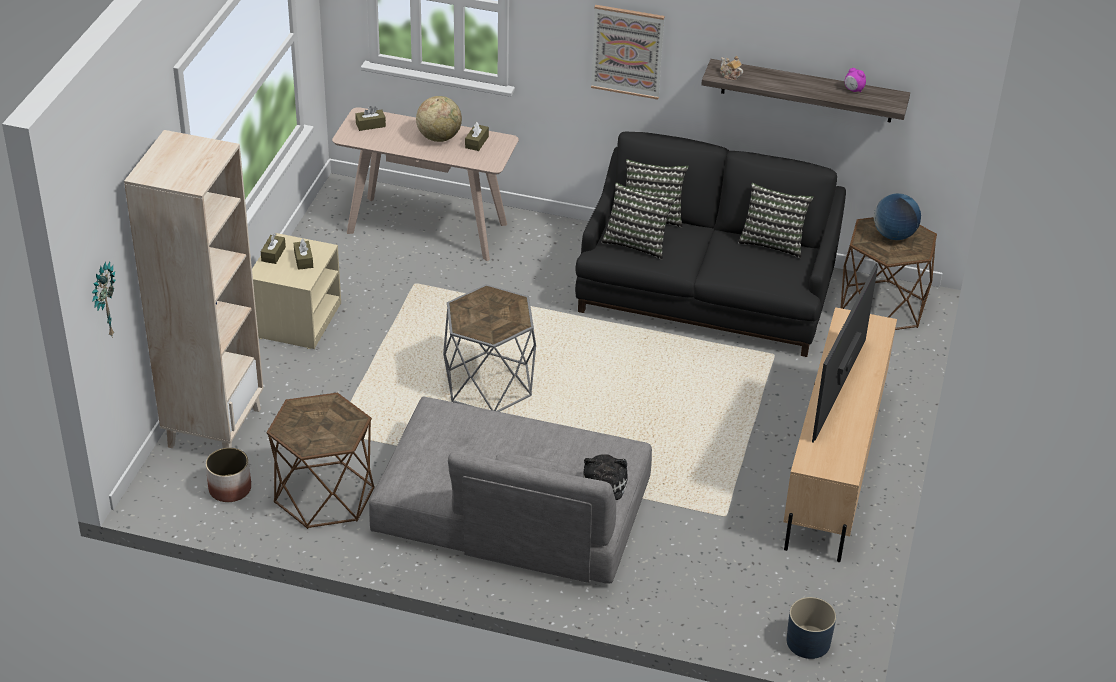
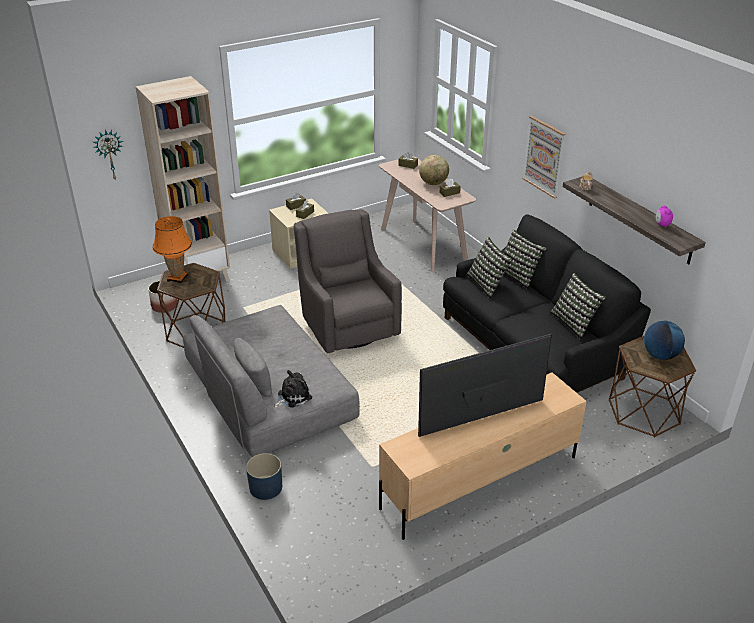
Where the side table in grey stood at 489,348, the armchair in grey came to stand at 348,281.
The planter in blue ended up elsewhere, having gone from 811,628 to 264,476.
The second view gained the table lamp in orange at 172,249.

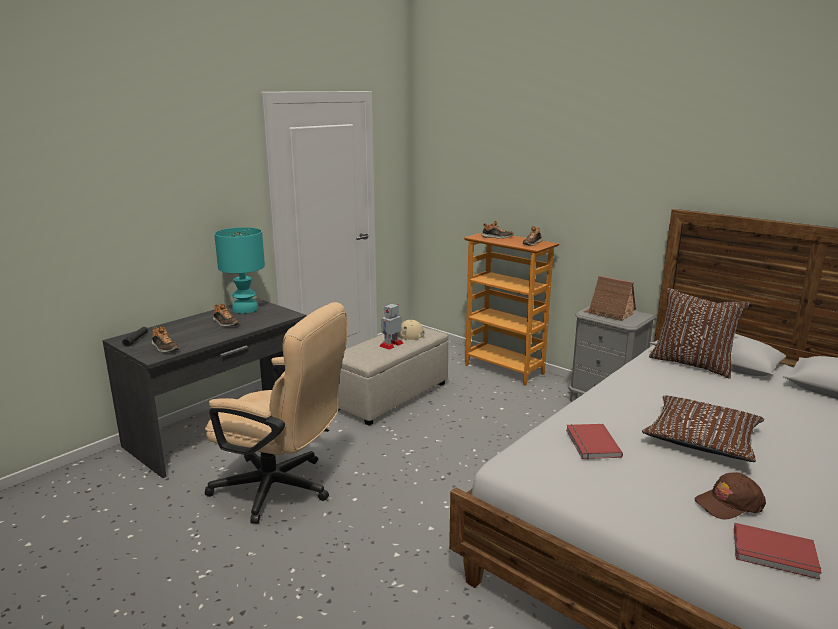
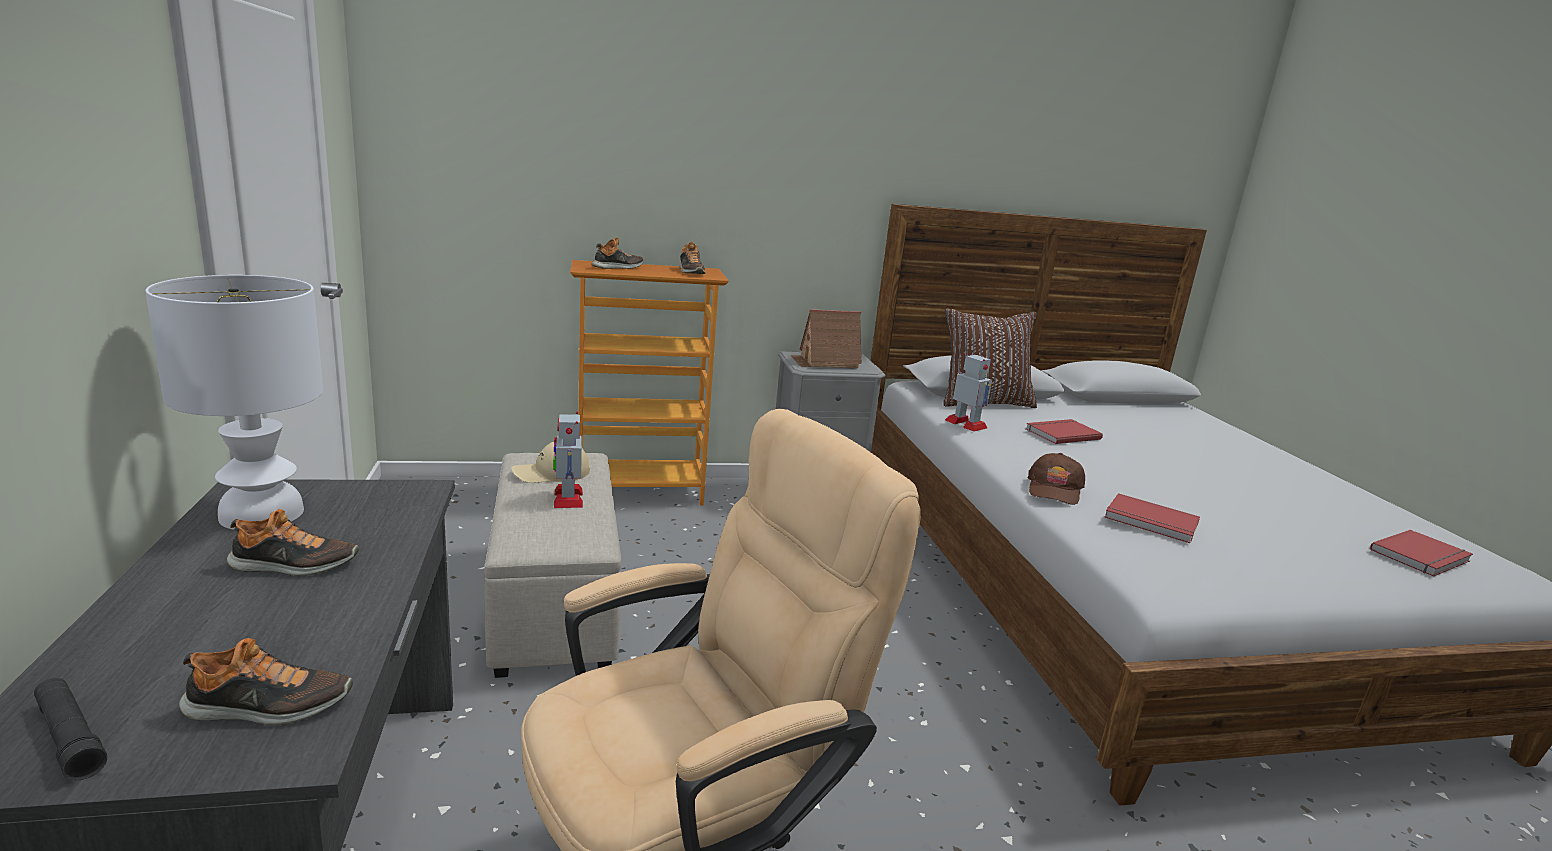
What was the table lamp in turquoise at 239,270 turned into the table lamp in white at 234,402.
The second view lost the pillow in brown at 703,428.
The cap in brown ended up elsewhere, having gone from 730,496 to 1056,479.
The second view gained the toy robot at 968,392.
The second view gained the book in red at 1064,431.

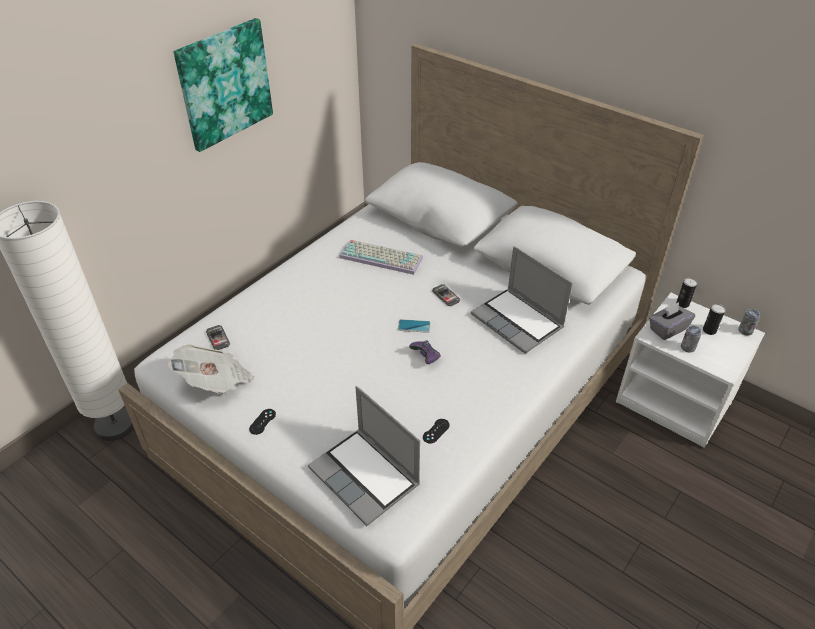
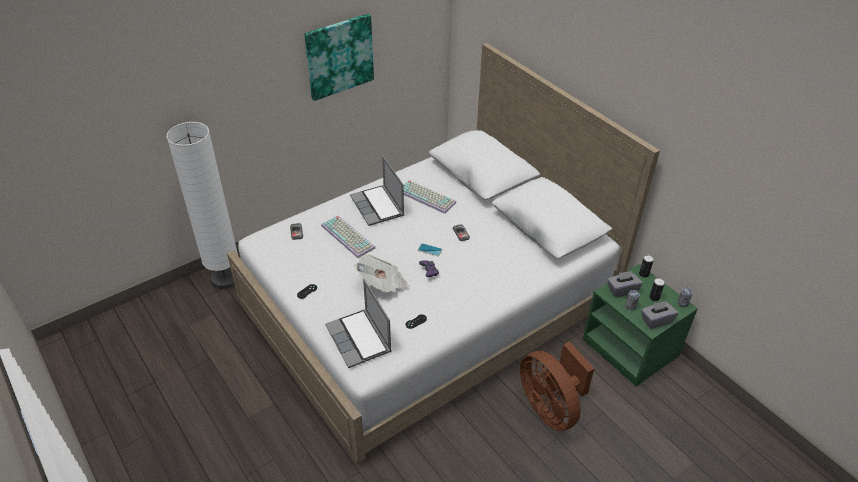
The laptop ended up elsewhere, having gone from 521,300 to 377,191.
What was the nightstand in white at 690,370 turned into the nightstand in green at 640,325.
The newspaper ended up elsewhere, having gone from 211,369 to 382,274.
The second view gained the keyboard at 348,236.
The second view gained the tissue box in grey at 659,315.
The second view gained the fan in brown at 557,386.

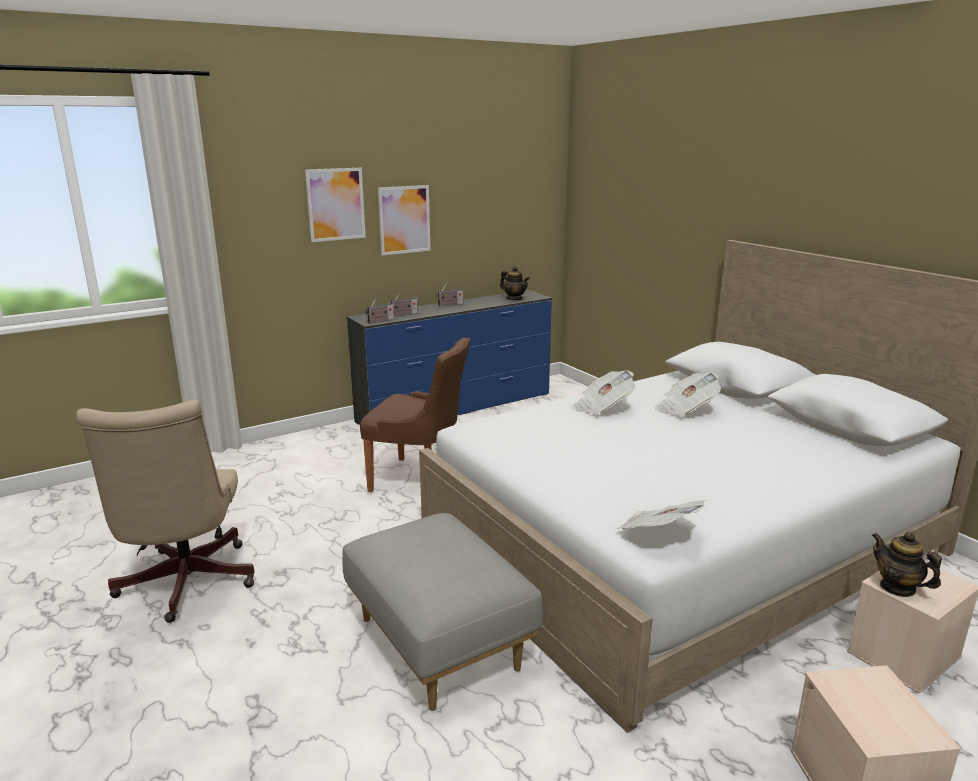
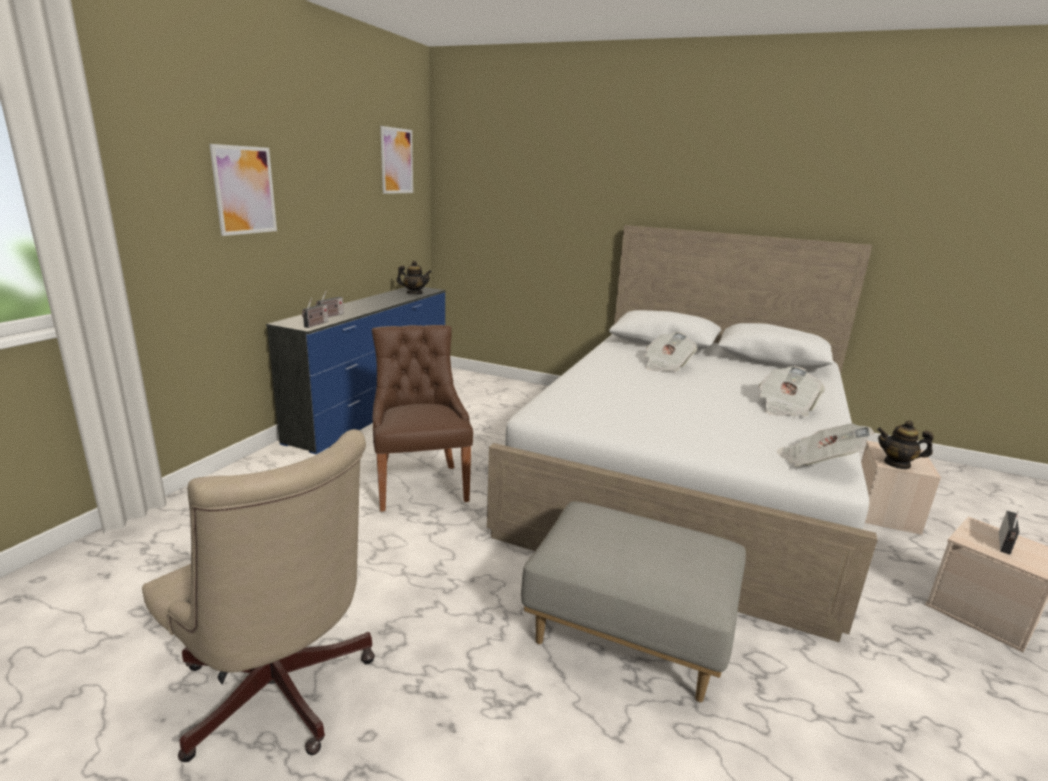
The picture ended up elsewhere, having gone from 404,220 to 396,160.
The radio ended up elsewhere, having gone from 449,294 to 1009,532.
The chair in brown at 415,415 ended up facing another way, 90 degrees counterclockwise from before.
The newspaper ended up elsewhere, having gone from 603,393 to 792,391.

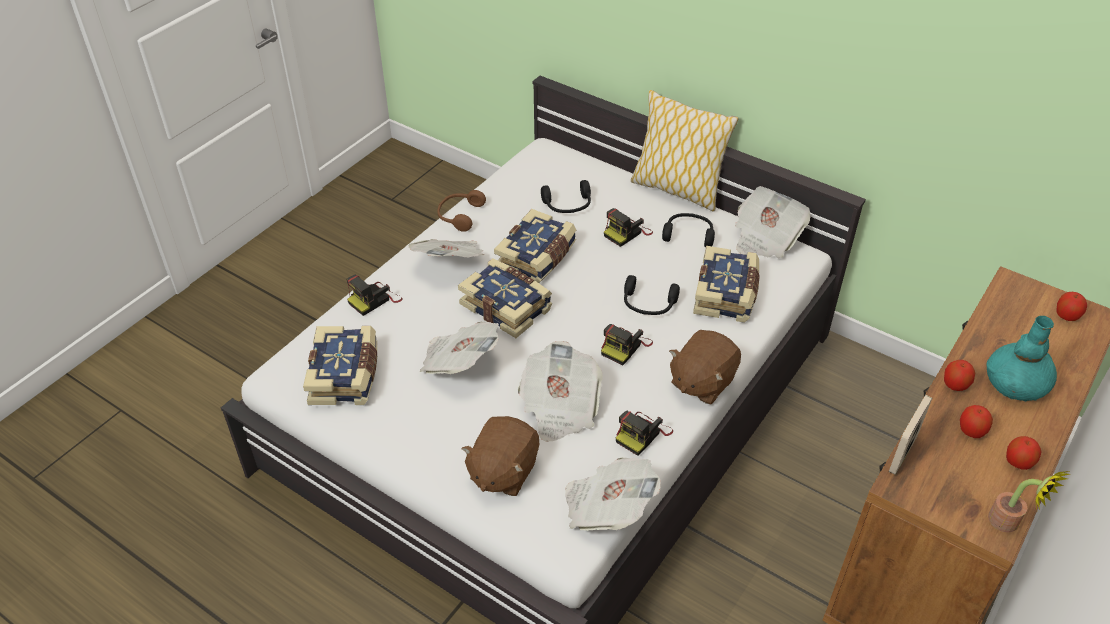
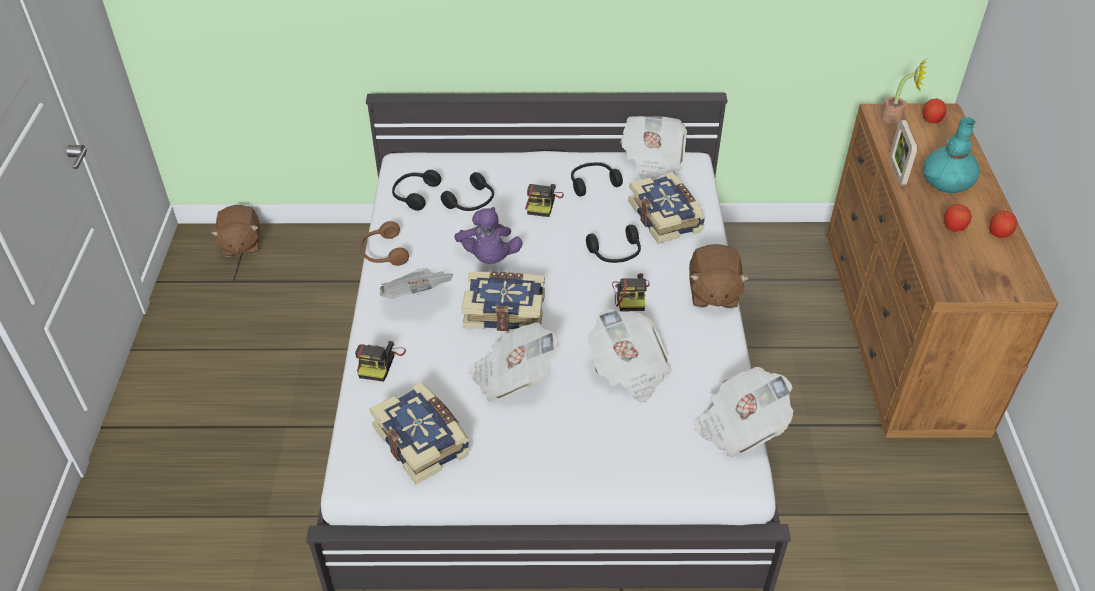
The second view lost the pillow at 684,151.
Where the book stood at 535,246, the plush toy in purple came to stand at 488,235.
The second view lost the apple at 959,375.
The picture frame ended up elsewhere, having gone from 910,435 to 903,153.
The second view lost the photo camera at 644,433.
The plush toy in brown ended up elsewhere, having gone from 500,456 to 235,231.
The potted plant ended up elsewhere, having gone from 1029,501 to 904,91.
The second view gained the headphones in black at 416,190.

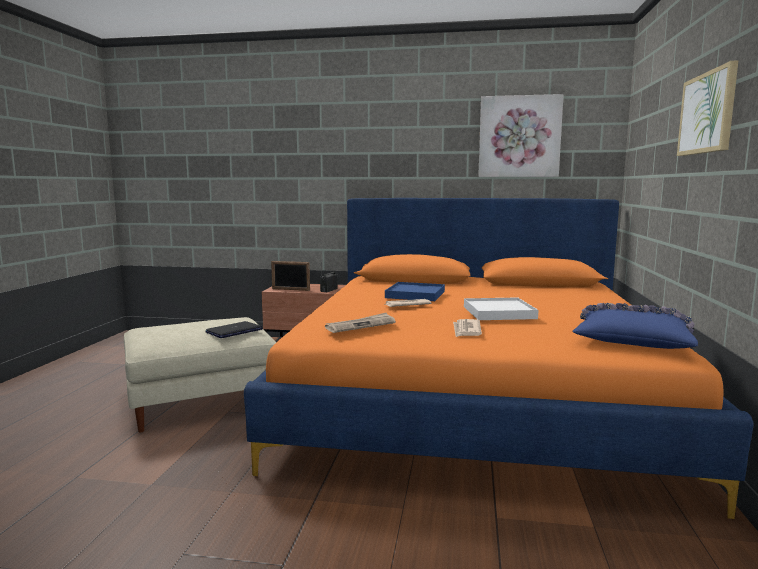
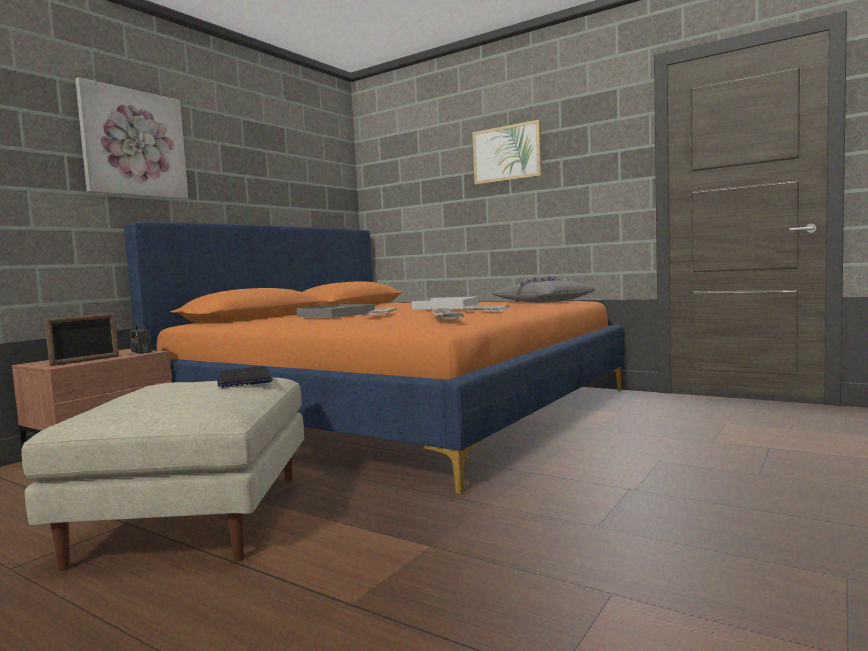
The picture ended up elsewhere, having gone from 521,135 to 131,138.
What was the tray in blue at 415,291 turned into the tray in grey at 336,311.
What was the pillow in blue at 635,326 turned into the pillow in grey at 543,289.

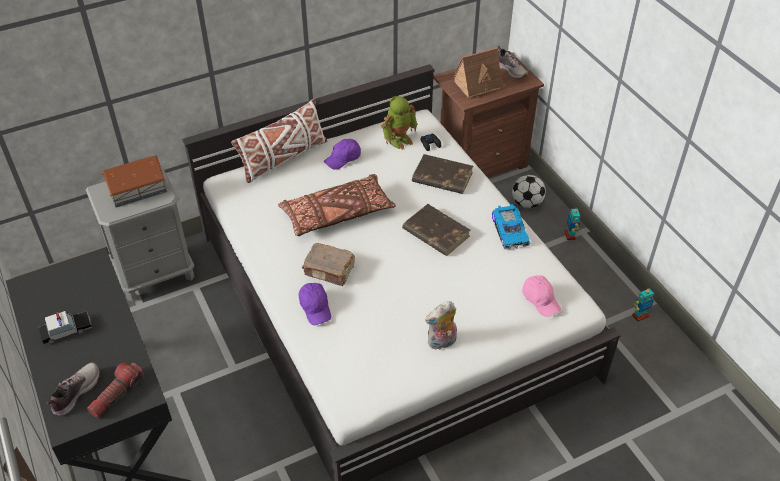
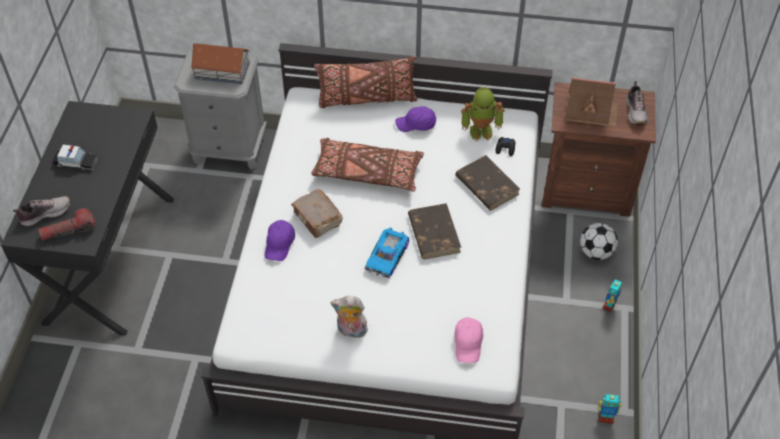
What was the pillow in white at 279,141 turned into the pillow in brown at 365,82.
The toy car ended up elsewhere, having gone from 511,226 to 387,253.

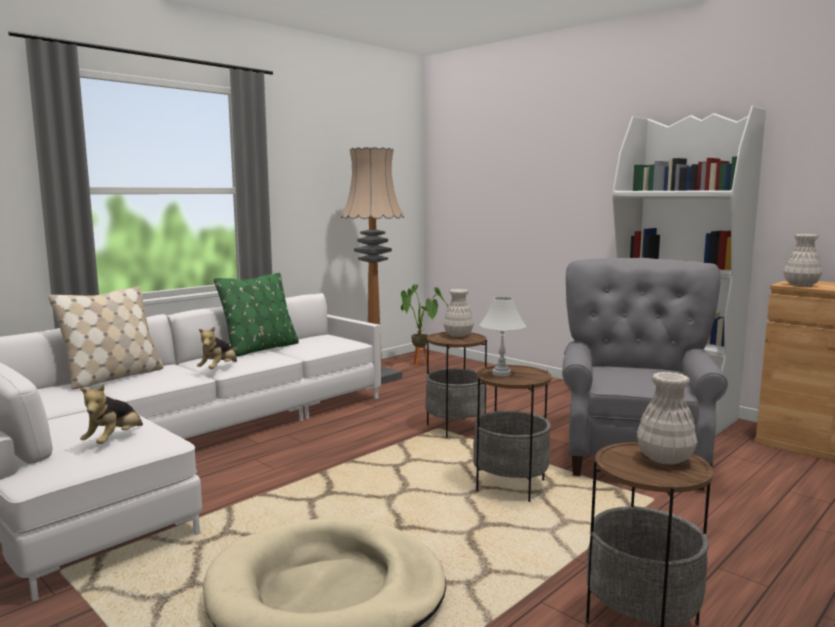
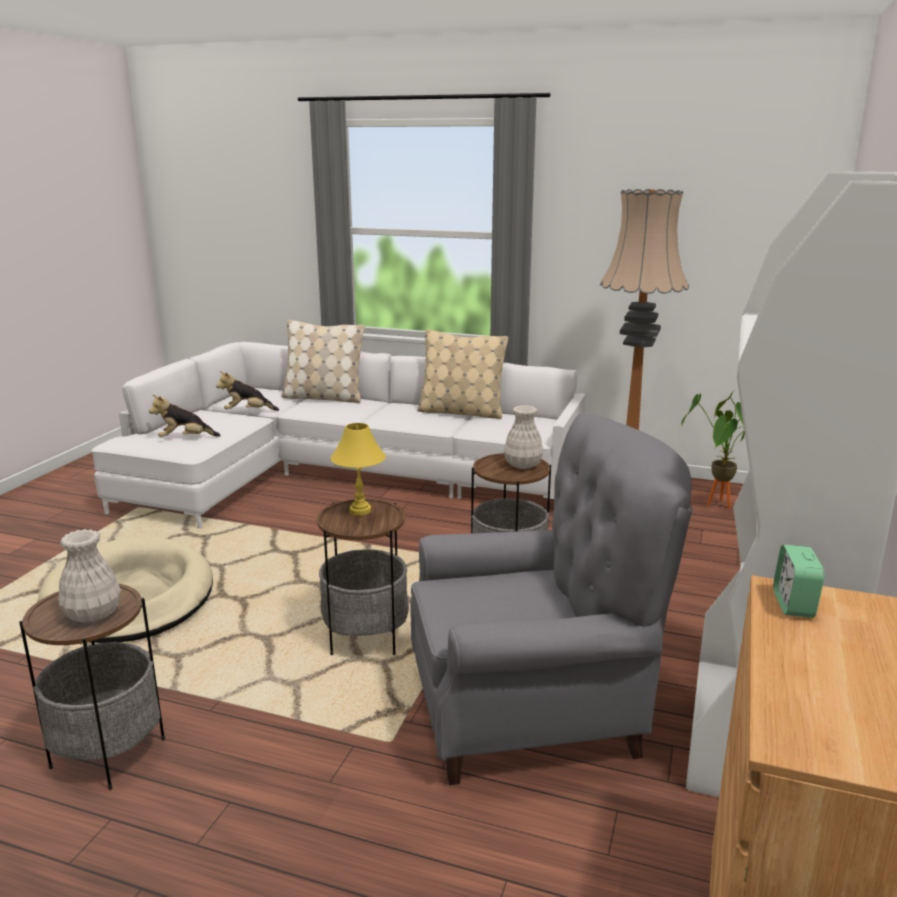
Where the vase in white stood at 802,260, the alarm clock came to stand at 799,581.
What was the pillow in green at 256,315 turned into the pillow in beige at 462,374.
What was the table lamp in white at 502,336 turned into the table lamp in yellow at 358,469.
The plush toy ended up elsewhere, having gone from 217,347 to 247,391.

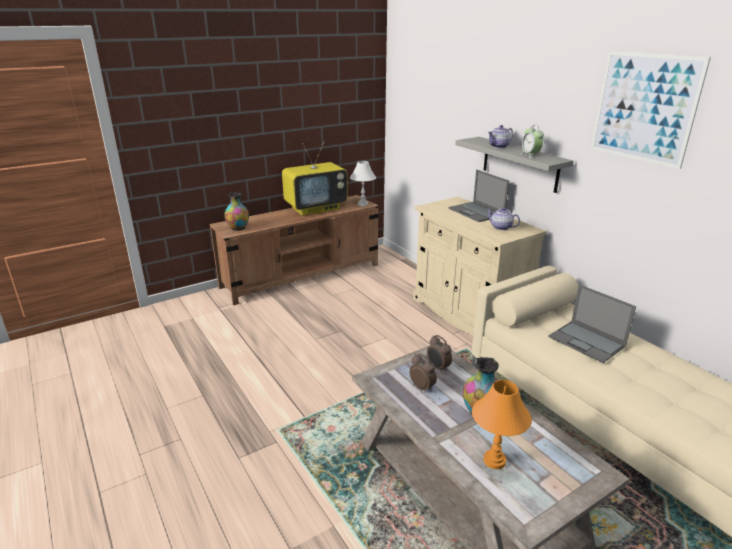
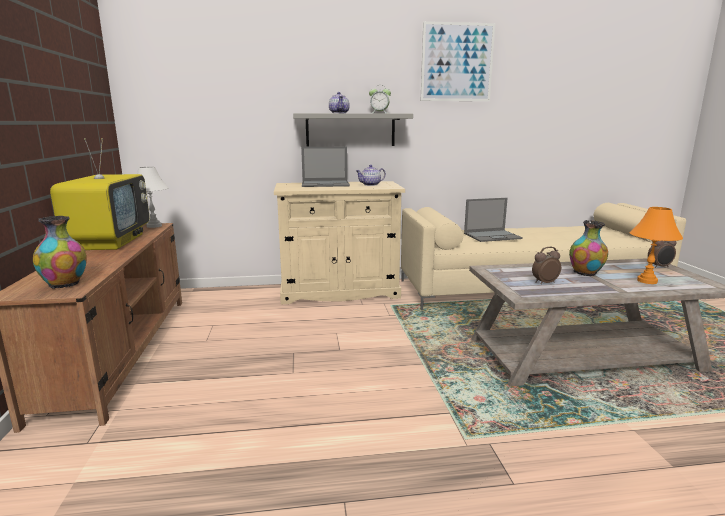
The alarm clock ended up elsewhere, having gone from 439,354 to 662,254.

